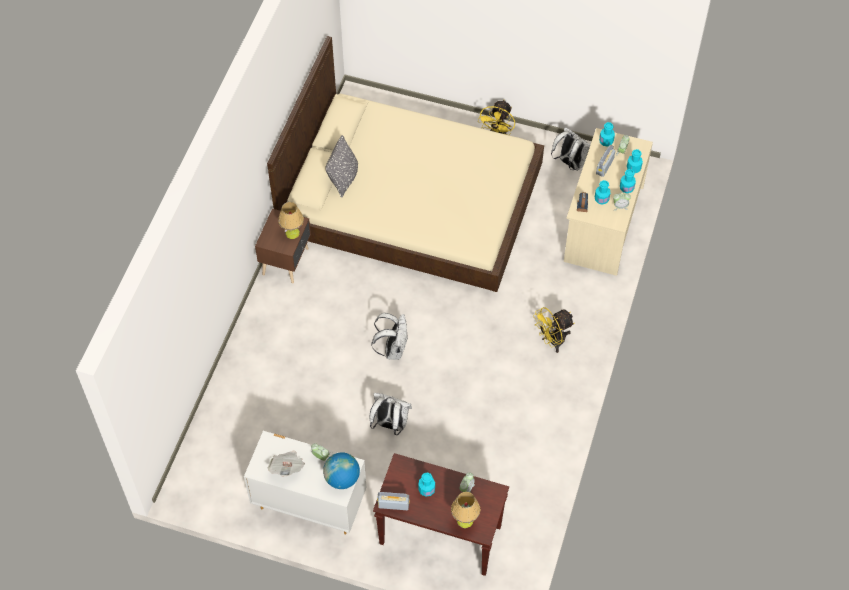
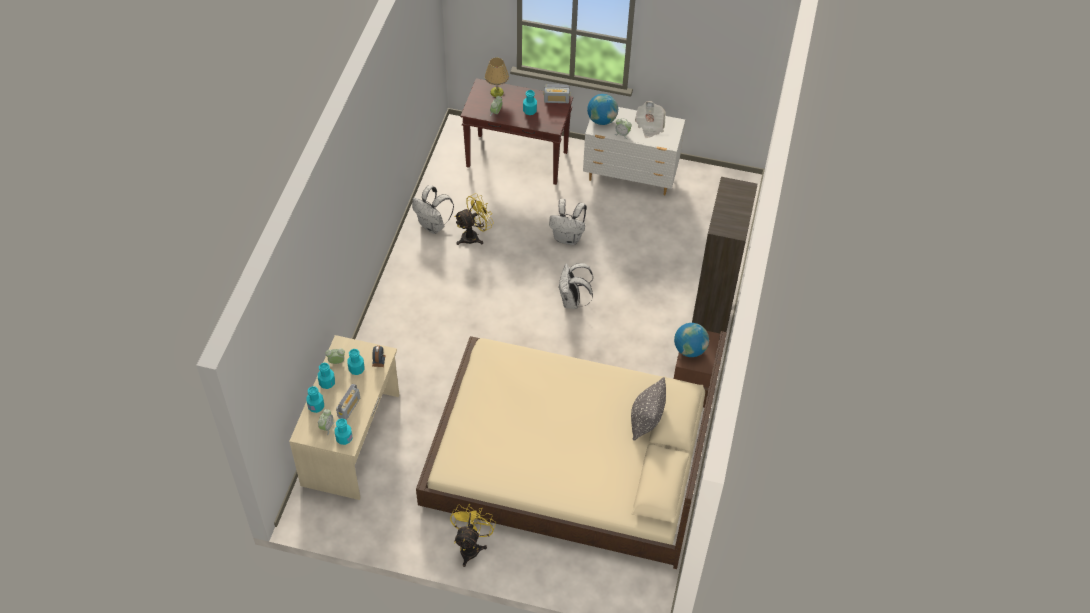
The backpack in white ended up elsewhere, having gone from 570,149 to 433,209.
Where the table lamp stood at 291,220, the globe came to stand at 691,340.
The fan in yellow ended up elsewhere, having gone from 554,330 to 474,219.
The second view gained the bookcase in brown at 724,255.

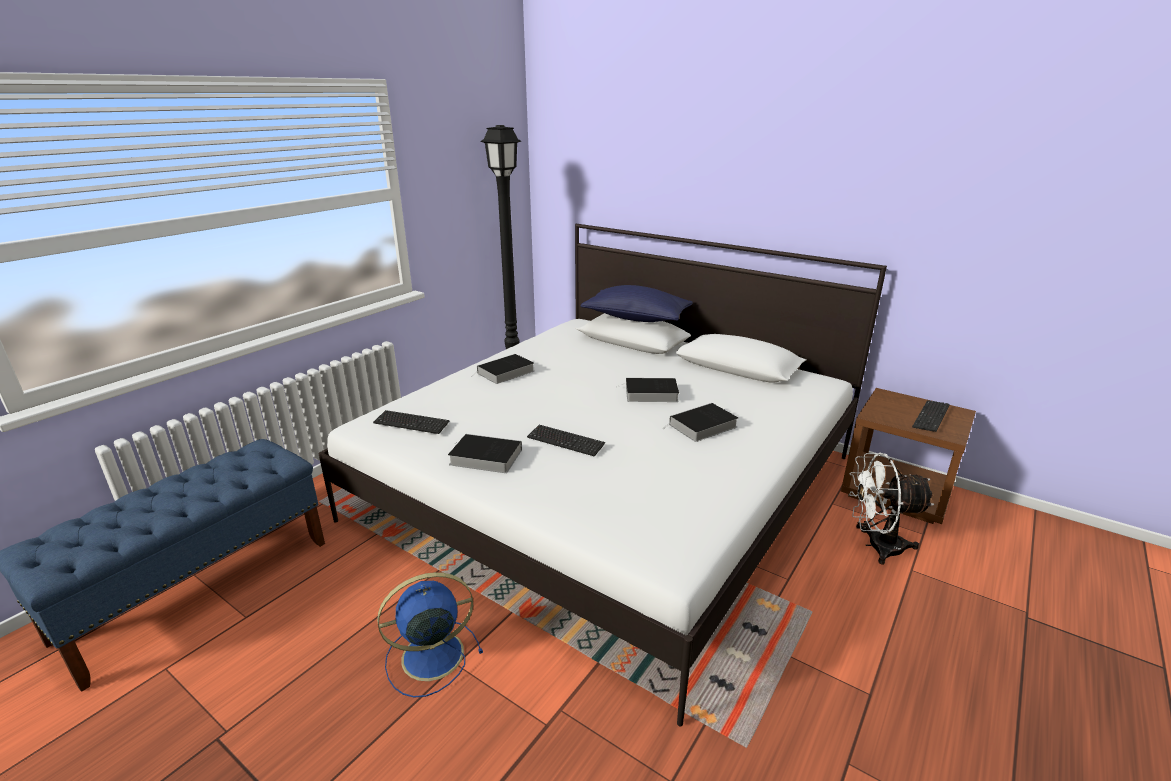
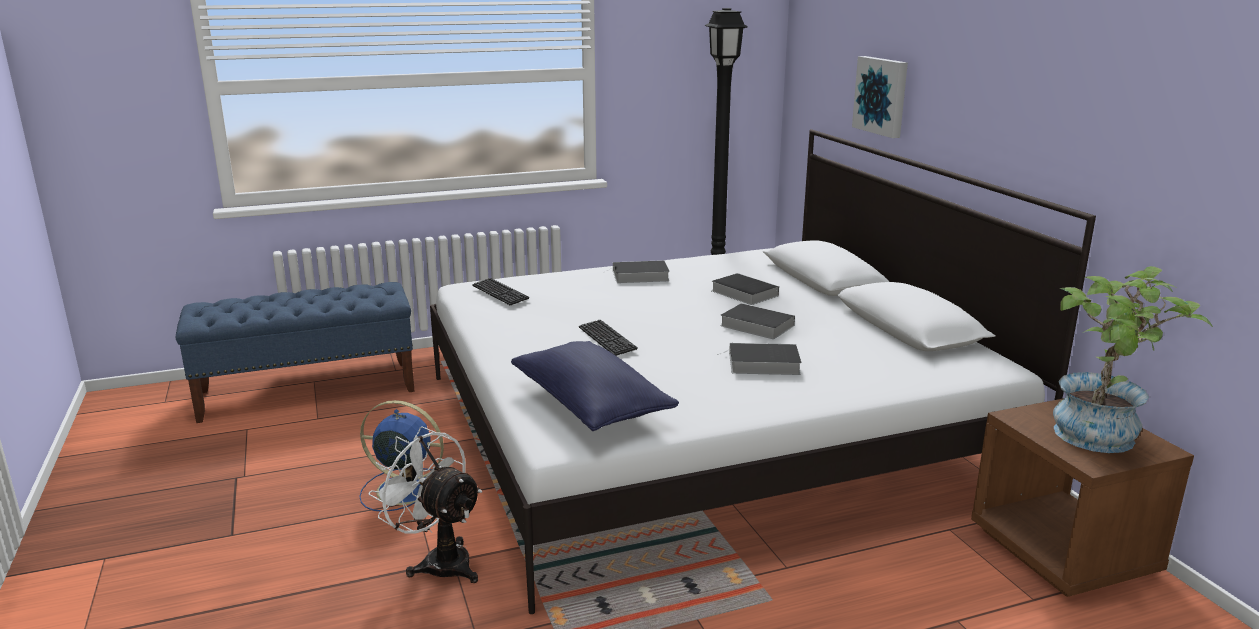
The pillow in blue ended up elsewhere, having gone from 637,303 to 595,386.
Where the keyboard stood at 931,416, the potted plant came to stand at 1133,359.
The book ended up elsewhere, having gone from 485,453 to 745,289.
The fan in white ended up elsewhere, having gone from 891,509 to 425,504.
The second view gained the picture at 880,97.

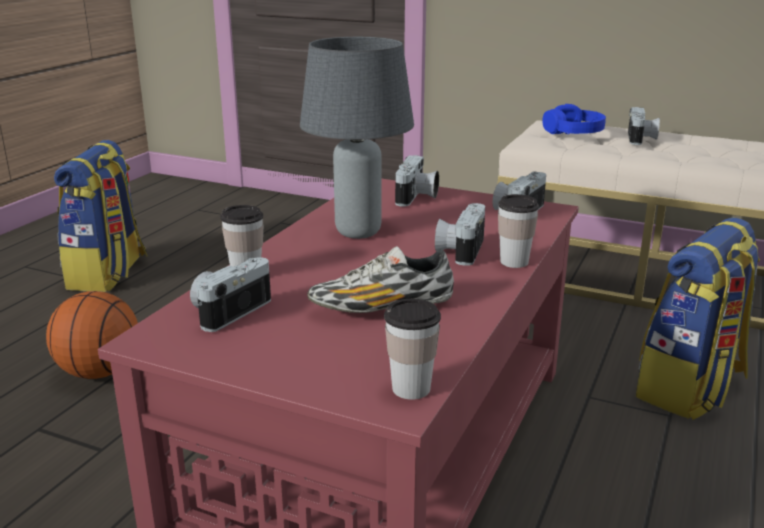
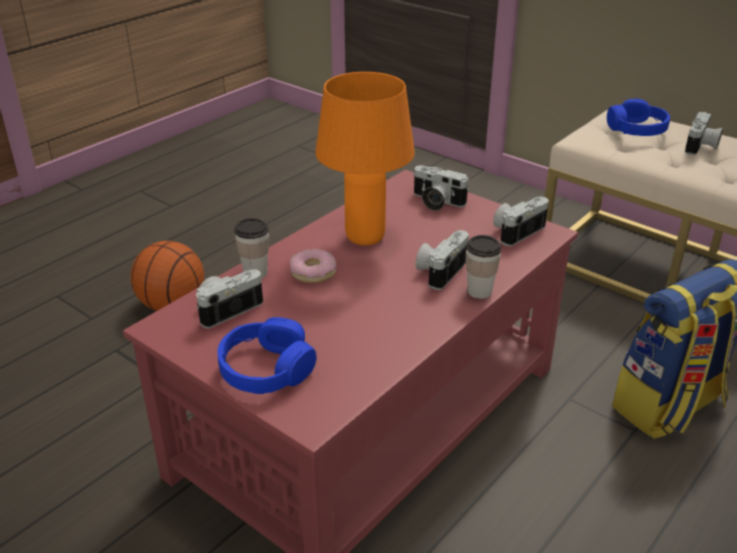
What was the table lamp in grey at 357,138 turned into the table lamp in orange at 365,159.
The second view lost the backpack at 100,216.
The photo camera at 417,181 ended up facing another way, 90 degrees clockwise from before.
The second view lost the shoe at 380,279.
The second view lost the cup at 412,349.
The second view gained the donut at 313,266.
The second view gained the headphones in blue at 266,355.

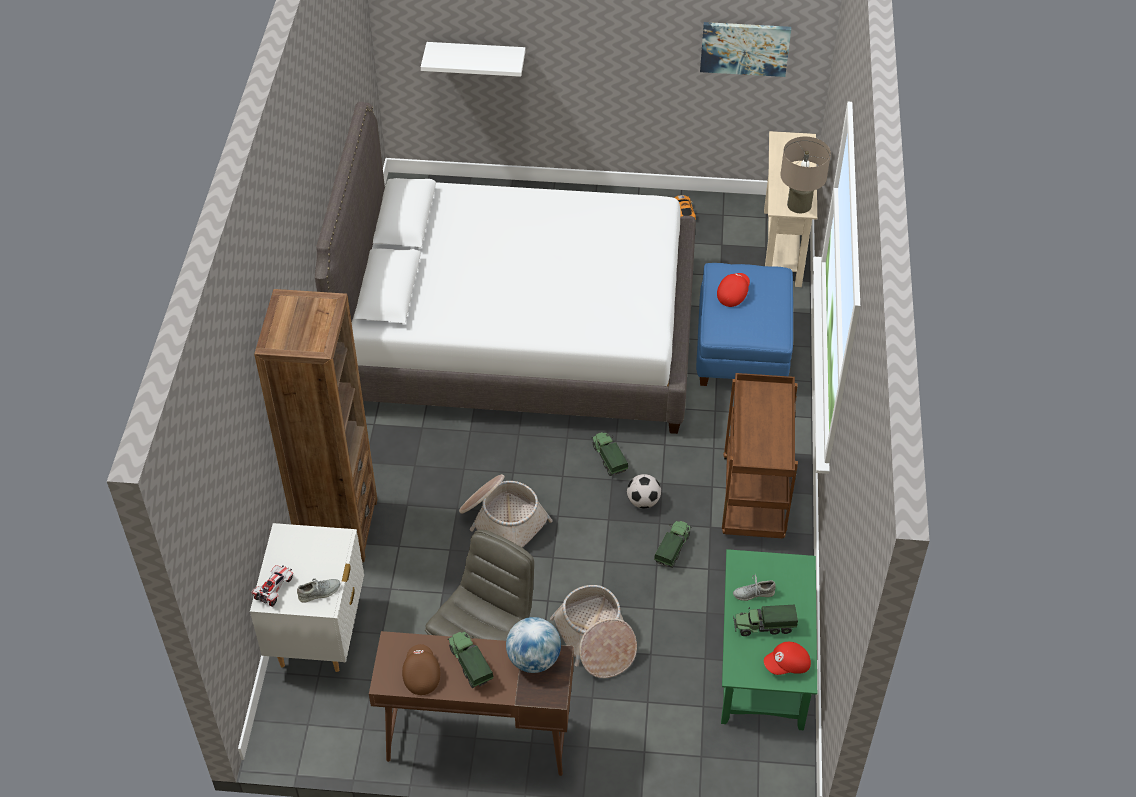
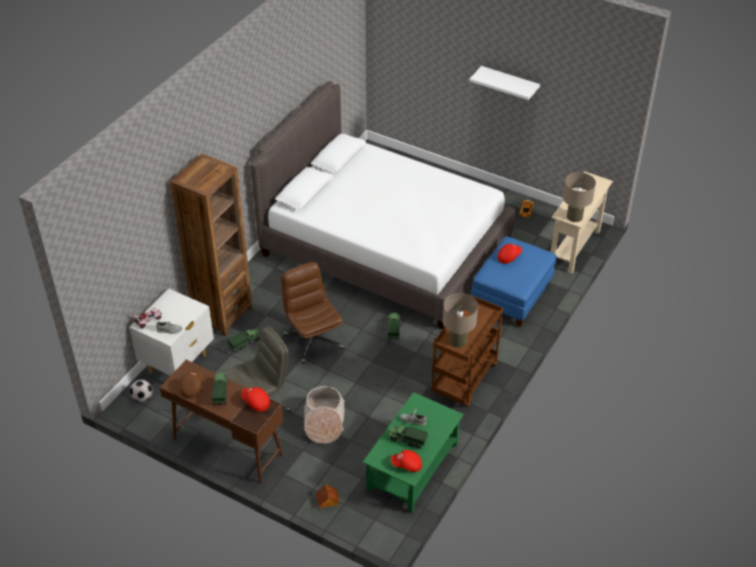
The second view lost the picture at 745,49.
The shelf in white ended up elsewhere, having gone from 473,59 to 504,83.
Where the basket stood at 506,511, the office chair in brown came to stand at 312,313.
The football ended up elsewhere, having gone from 644,491 to 141,391.
The toy truck ended up elsewhere, having gone from 673,544 to 244,341.
Where the globe stood at 533,645, the cap in red came to stand at 255,399.
The second view gained the table lamp in beige at 460,320.
The second view gained the toy house at 328,496.

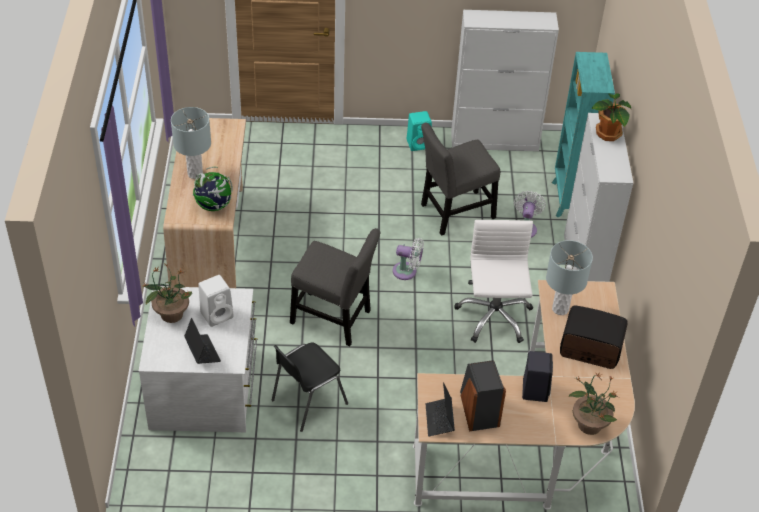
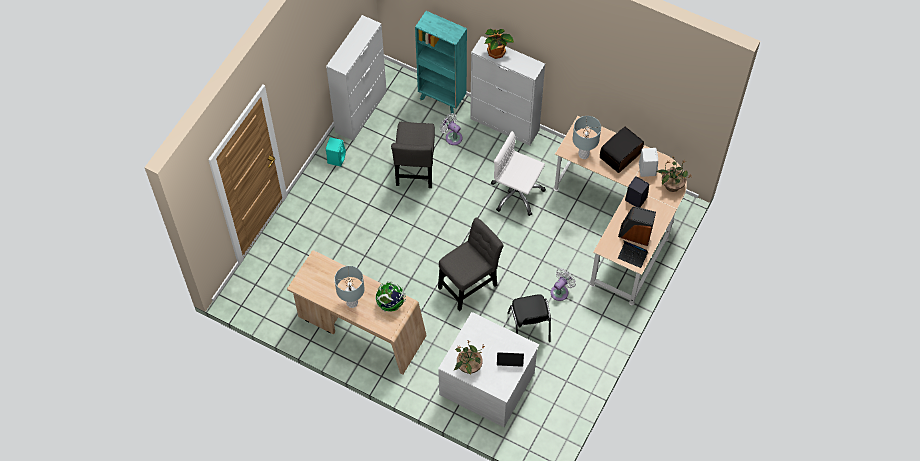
The fan in white ended up elsewhere, having gone from 408,259 to 563,284.
The speaker in white ended up elsewhere, having gone from 216,301 to 648,162.

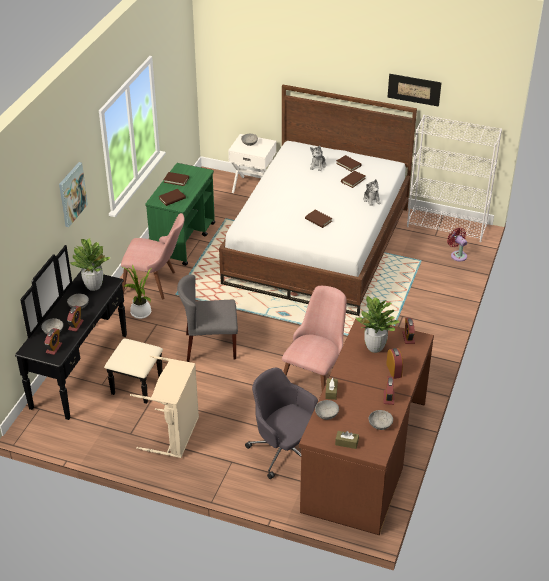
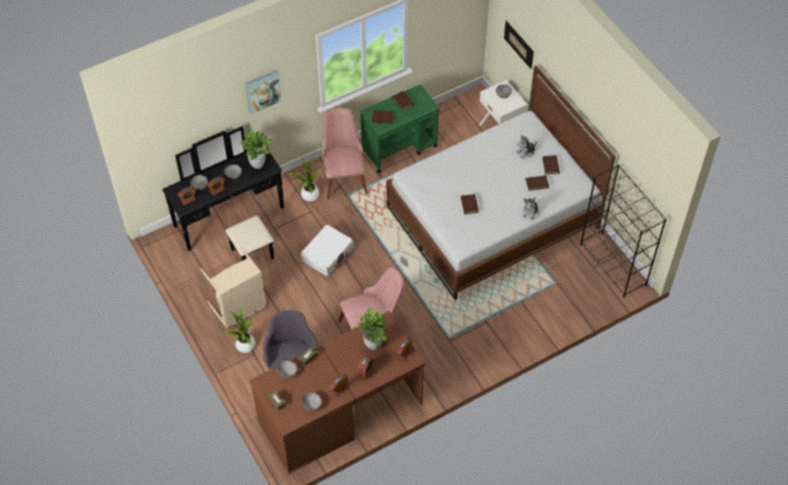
The picture ended up elsewhere, having gone from 414,90 to 519,45.
What was the bookcase in white at 454,178 turned into the bookcase in black at 623,231.
The chair in pink at 152,256 ended up facing another way, 150 degrees counterclockwise from before.
The second view lost the fan in red at 457,244.
Where the chair in grey stood at 207,318, the suitcase in white came to stand at 327,250.
The second view gained the potted plant at 239,330.

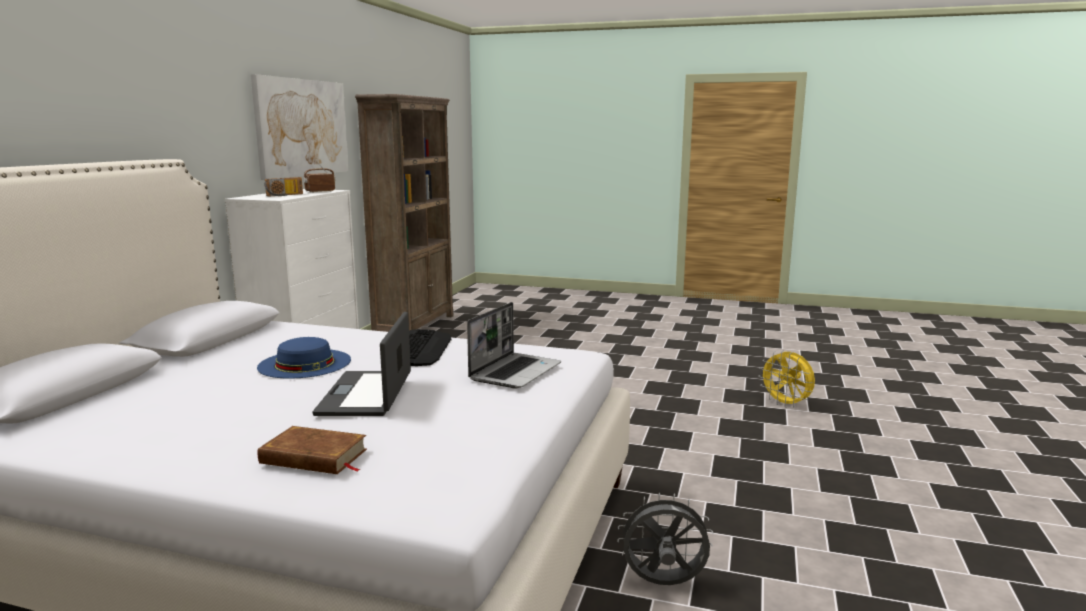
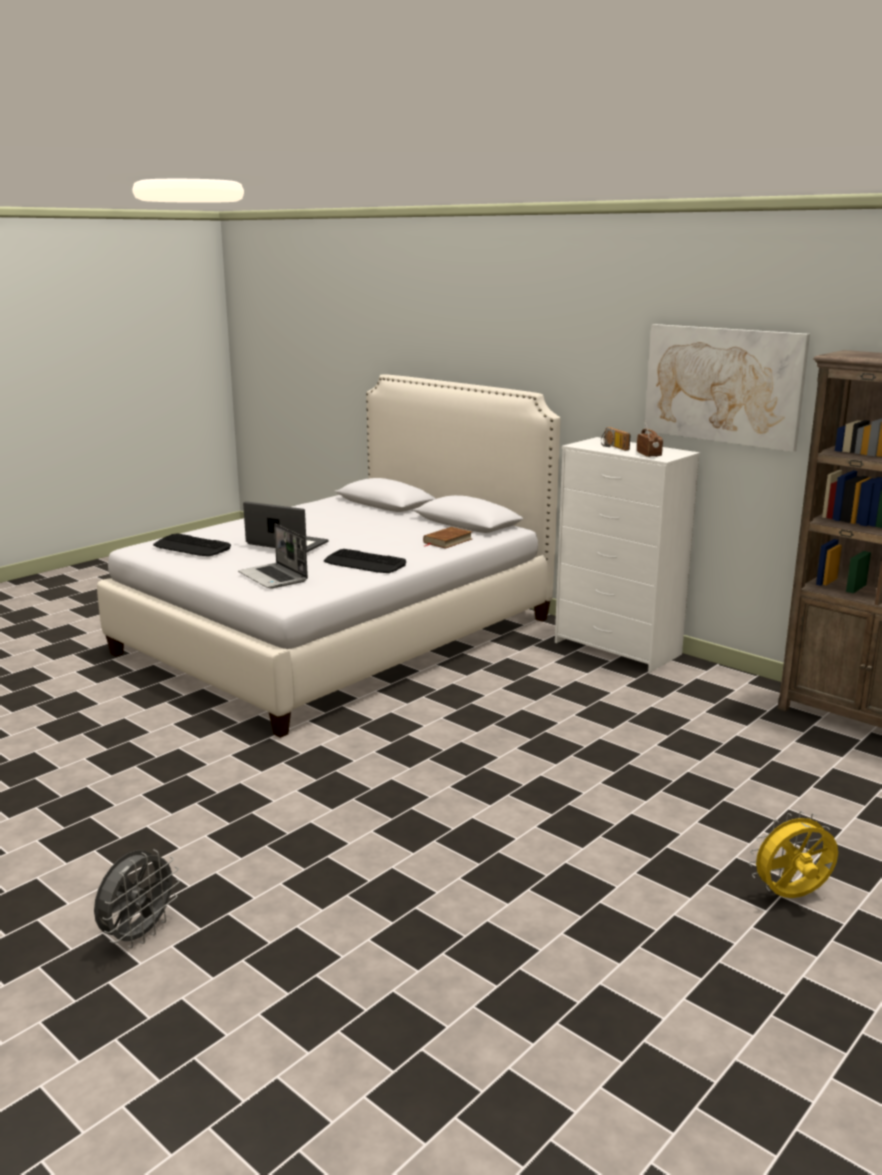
The second view lost the hat in blue at 304,358.
The fan in yellow ended up elsewhere, having gone from 787,379 to 793,854.
The book in brown ended up elsewhere, having gone from 312,450 to 447,538.
The fan in grey ended up elsewhere, having gone from 665,539 to 137,898.
The second view gained the keyboard at 192,544.

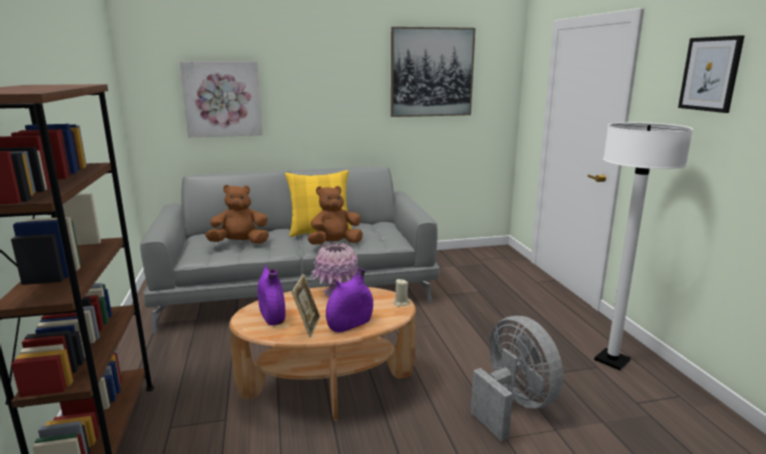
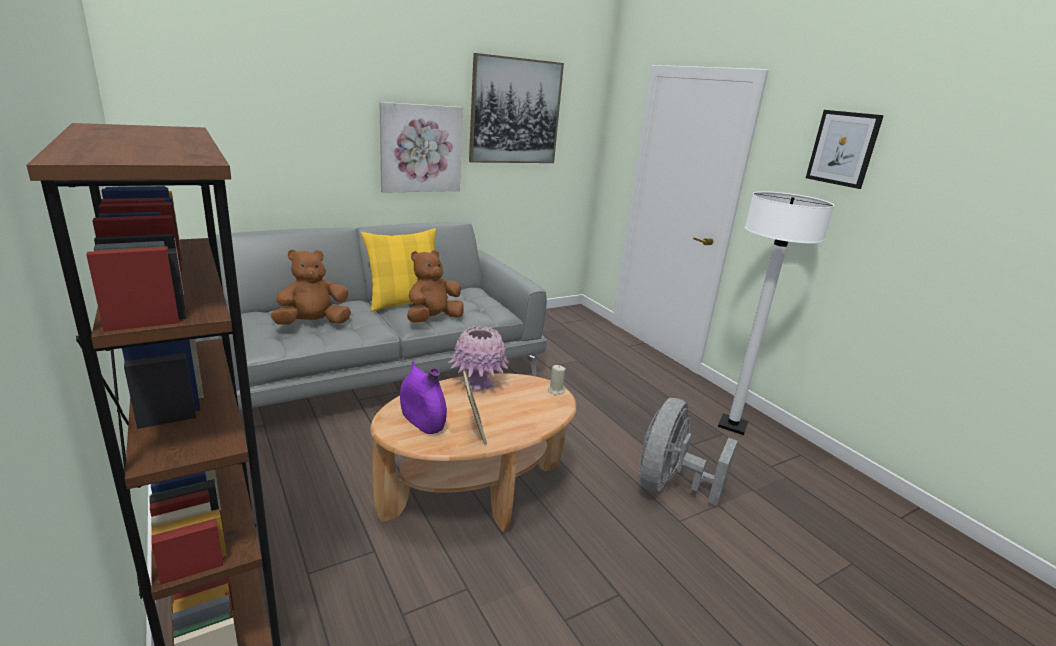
The picture ended up elsewhere, having gone from 221,99 to 421,147.
The second view lost the vase in purple at 349,300.
The fan in grey at 517,379 ended up facing another way, 105 degrees counterclockwise from before.

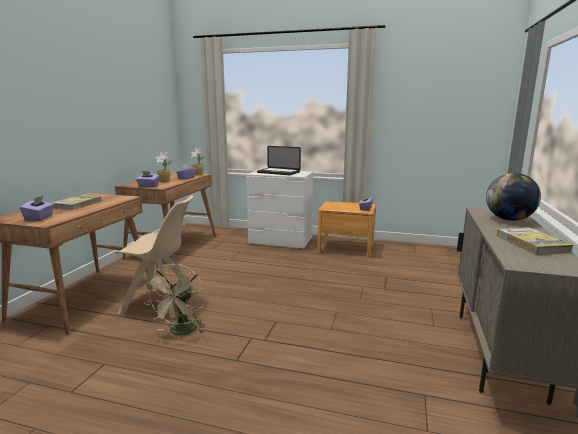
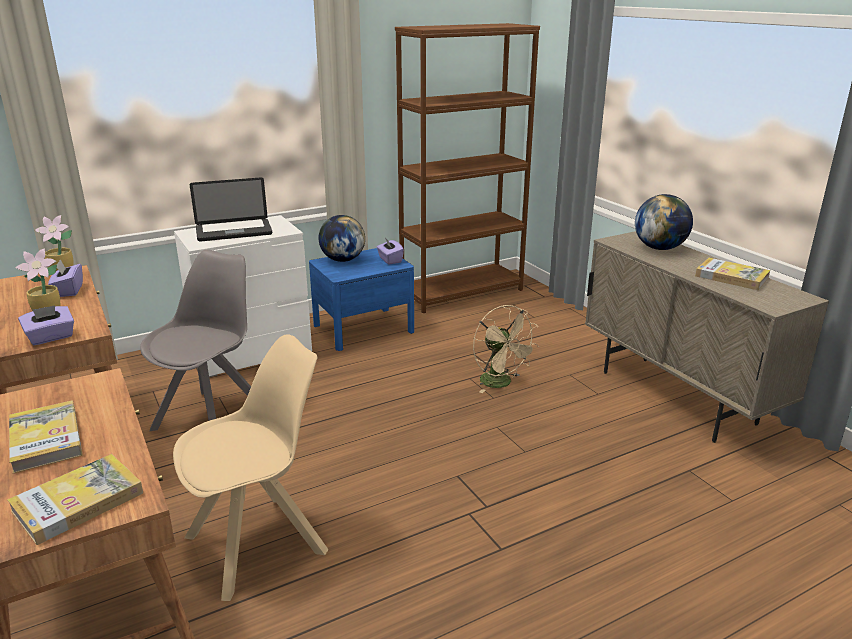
Where the tissue box in purple stood at 37,208, the book came to stand at 75,499.
What was the nightstand in brown at 346,229 turned into the nightstand in blue at 361,299.
The fan in beige ended up elsewhere, having gone from 175,299 to 506,349.
The second view gained the bookcase in brown at 467,168.
The second view gained the globe at 341,238.
The second view gained the chair in grey at 195,341.

